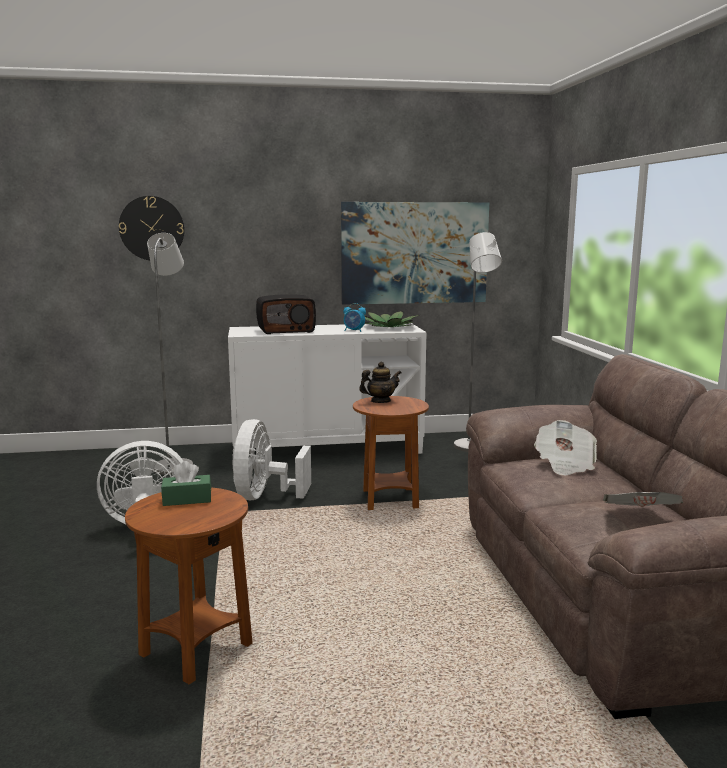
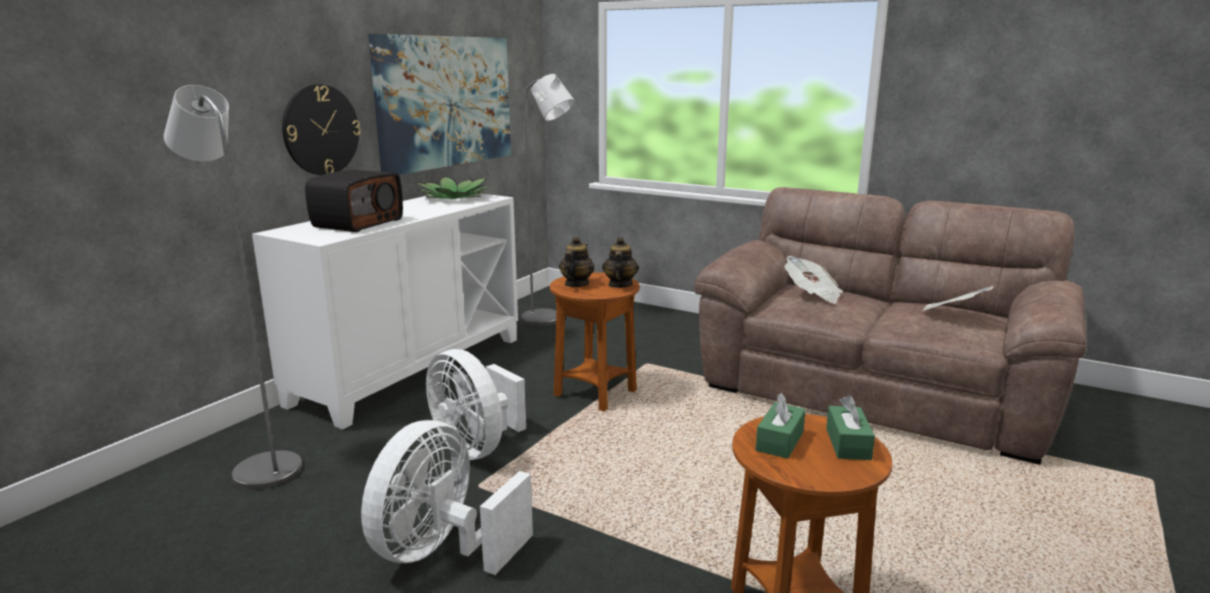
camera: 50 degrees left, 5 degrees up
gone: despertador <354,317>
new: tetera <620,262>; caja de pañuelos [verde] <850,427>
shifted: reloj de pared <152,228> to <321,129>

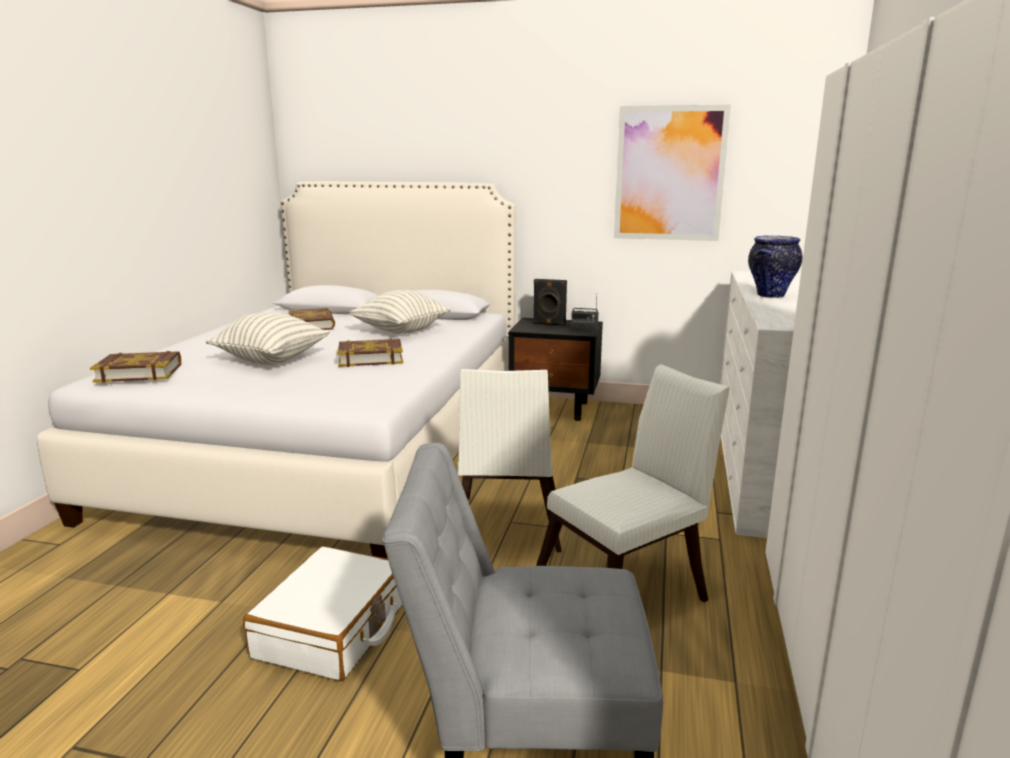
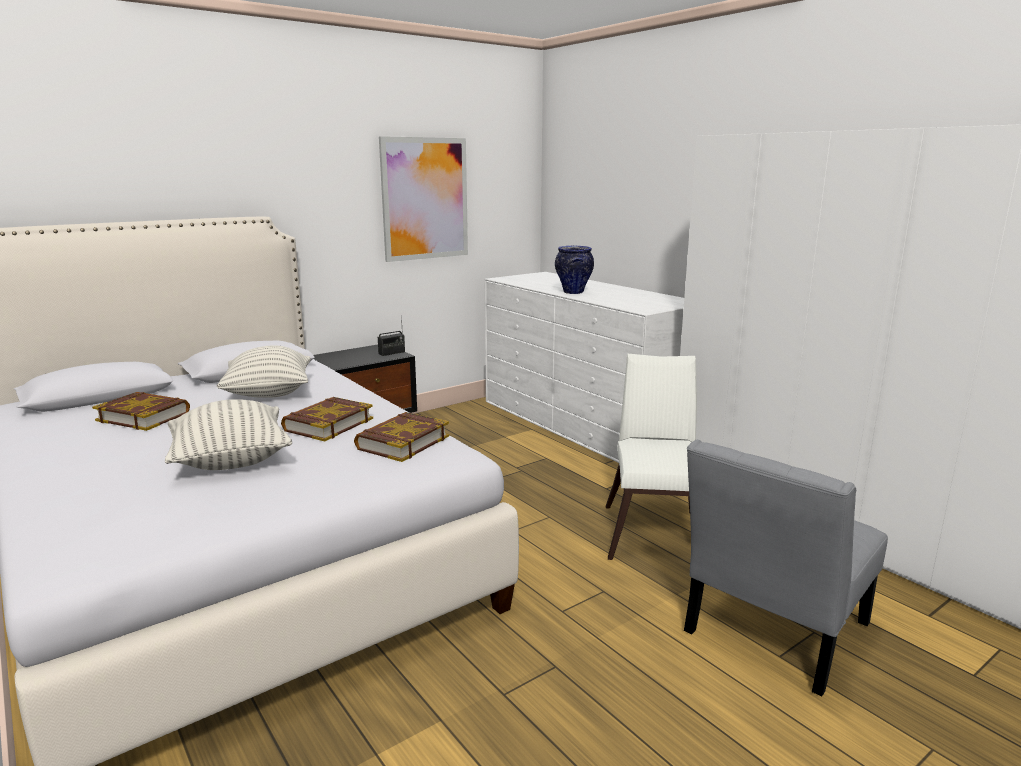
camera: 50 degrees left, 0 degrees up
gone: maleta [blanco] <323,613>; silla [blanco] <510,460>; altavoz [negro] <550,302>
shifted: libro <135,367> to <401,437>

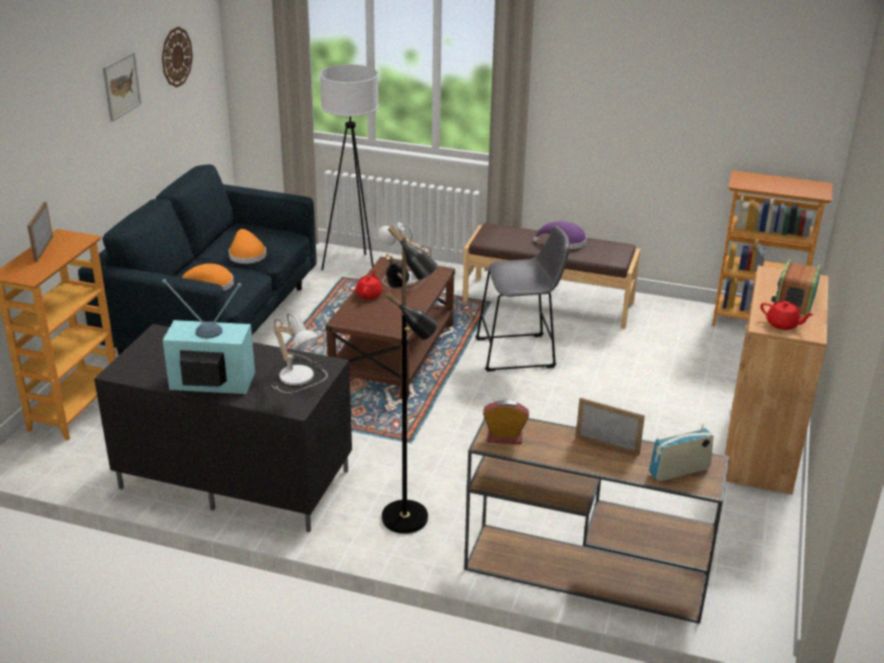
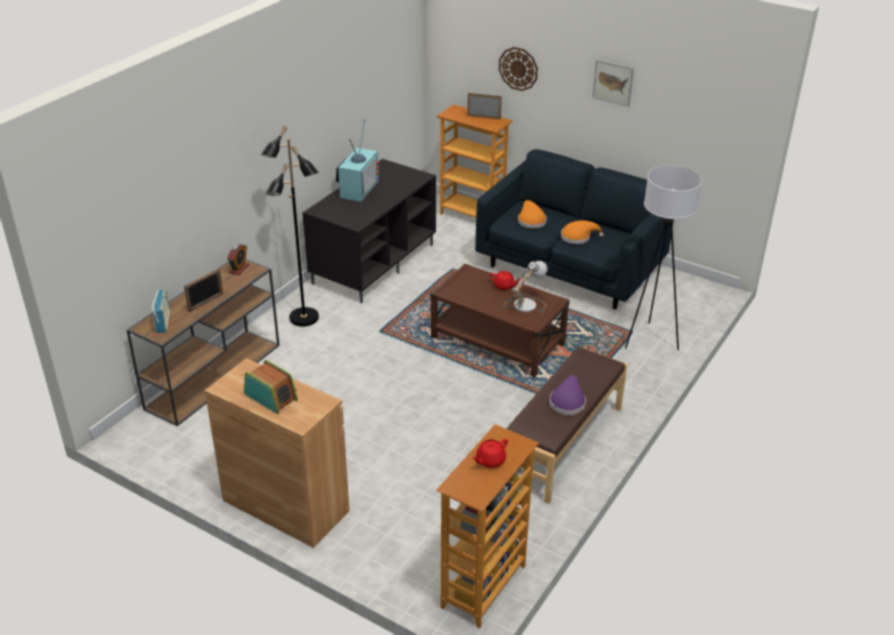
camera: 105 degrees right, 5 degrees up
gone: lámpara de mesa <299,353>; taburete [gris] <522,298>
shifted: reloj de pared <177,57> to <518,69>; tetera [rojo] <787,315> to <490,453>

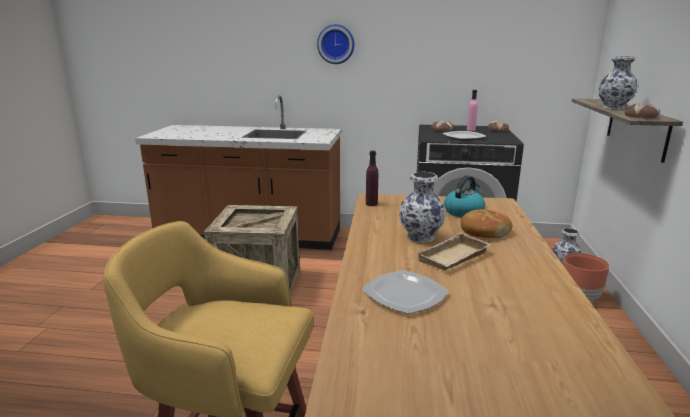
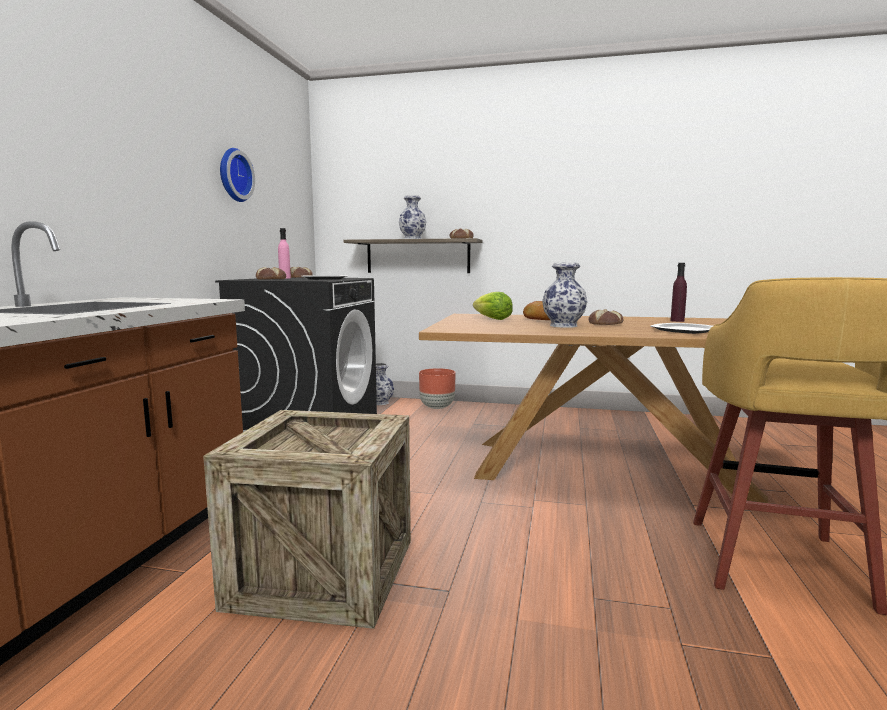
camera: 85 degrees left, 10 degrees down
shifted: reloj de pared <335,44> to <237,175>; botella [morado] <372,178> to <678,292>
swapped: bandeja [beis] <453,251> to pan <606,317>; hervidor <464,196> to lechuga <493,306>

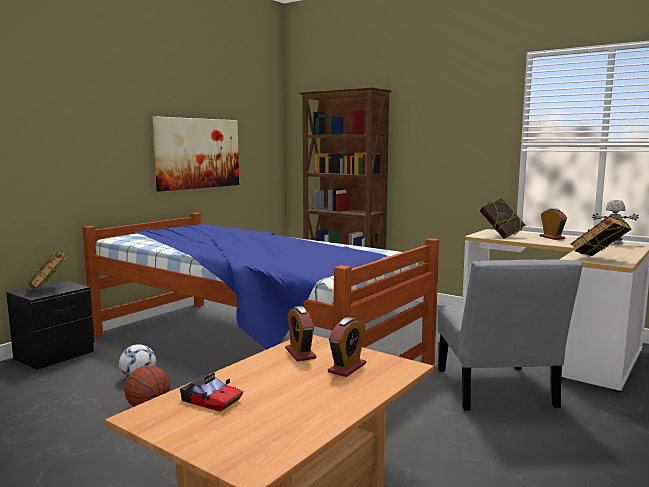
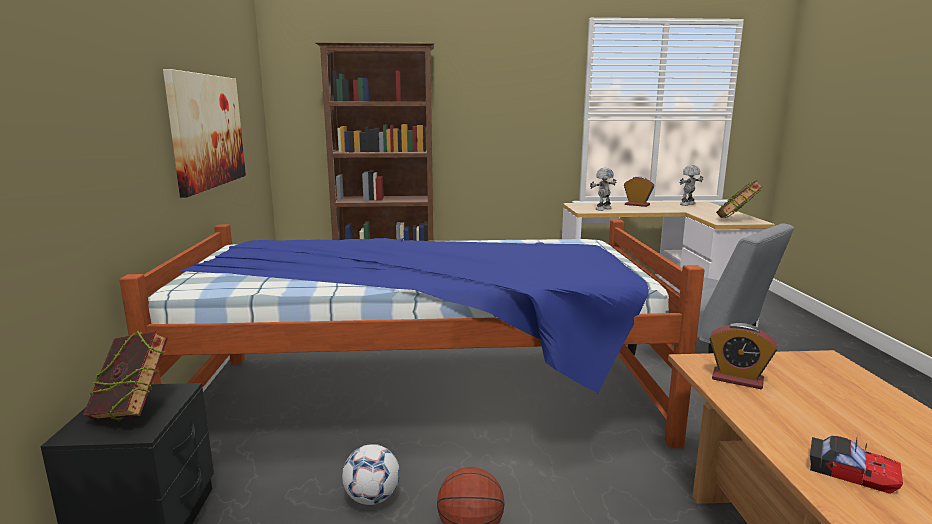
camera: 40 degrees left, 5 degrees up
gone: despertador <347,347>
swapped: libro <503,218> to robot de juguete <603,189>
rotated: coche de juguete <211,392> = <856,465> 45 degrees clockwise

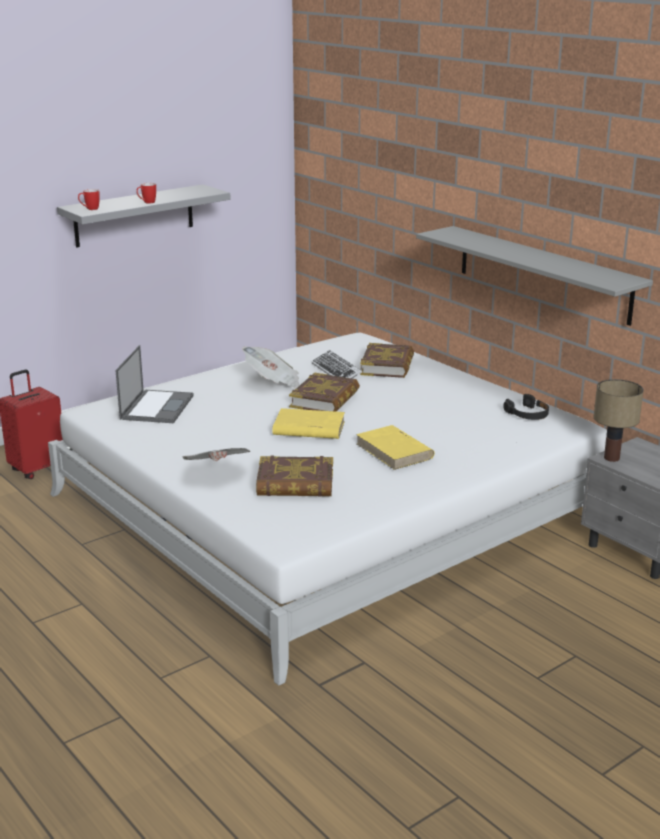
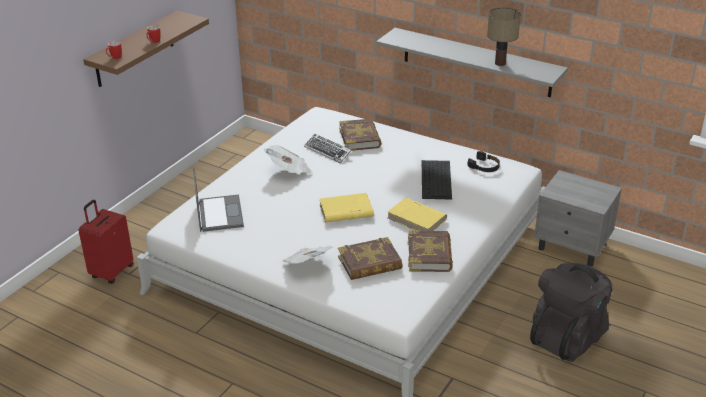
camera: 20 degrees left, 10 degrees up
new: teclado <437,180>; mochila [negro] <571,312>
shifted: libro <324,392> to <430,251>; lámpara de mesa <619,420> to <504,37>
repainted: estante [gris] <144,216> to estante [marrón] <146,49>

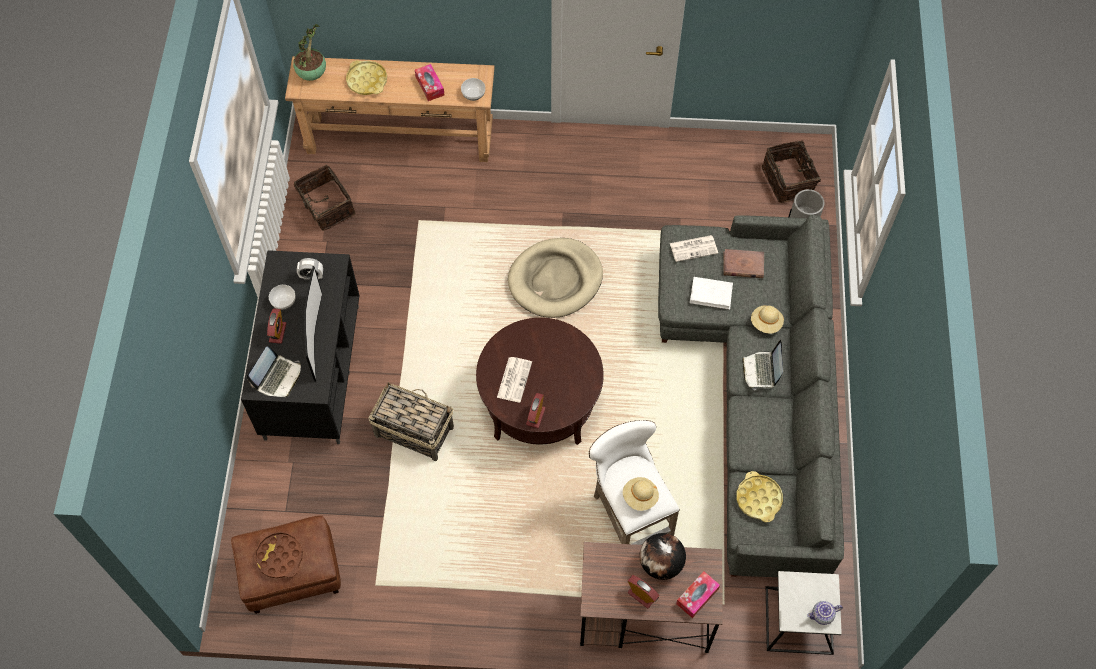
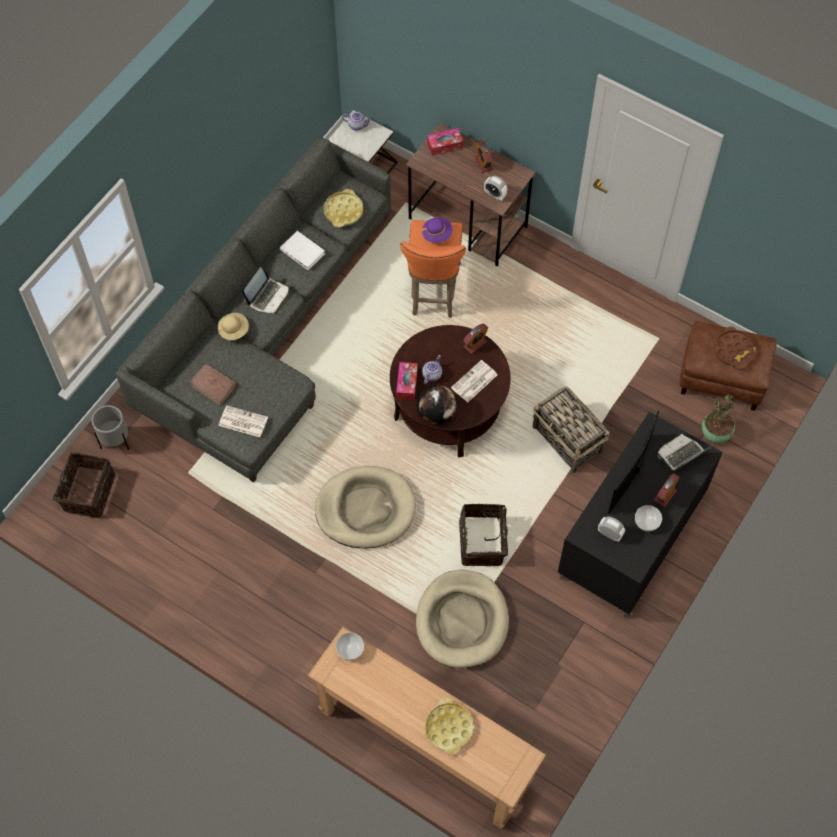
camera: 150 degrees left, 0 degrees up
new: cama para perro [beis] <462,619>; tetera <432,369>; despertador <495,188>
shifted: planta en maceta <309,52> to <718,418>; cesta <325,198> to <483,534>; caja de pañuelos <429,82> to <407,380>; globo terráqueo <663,556> to <436,404>; libro [blanco] <711,293> to <302,250>
repainted: taburete [blanco] <634,482> to taburete [naranja] <433,269>; sombrero [beis] <641,494> to sombrero [morado] <437,230>

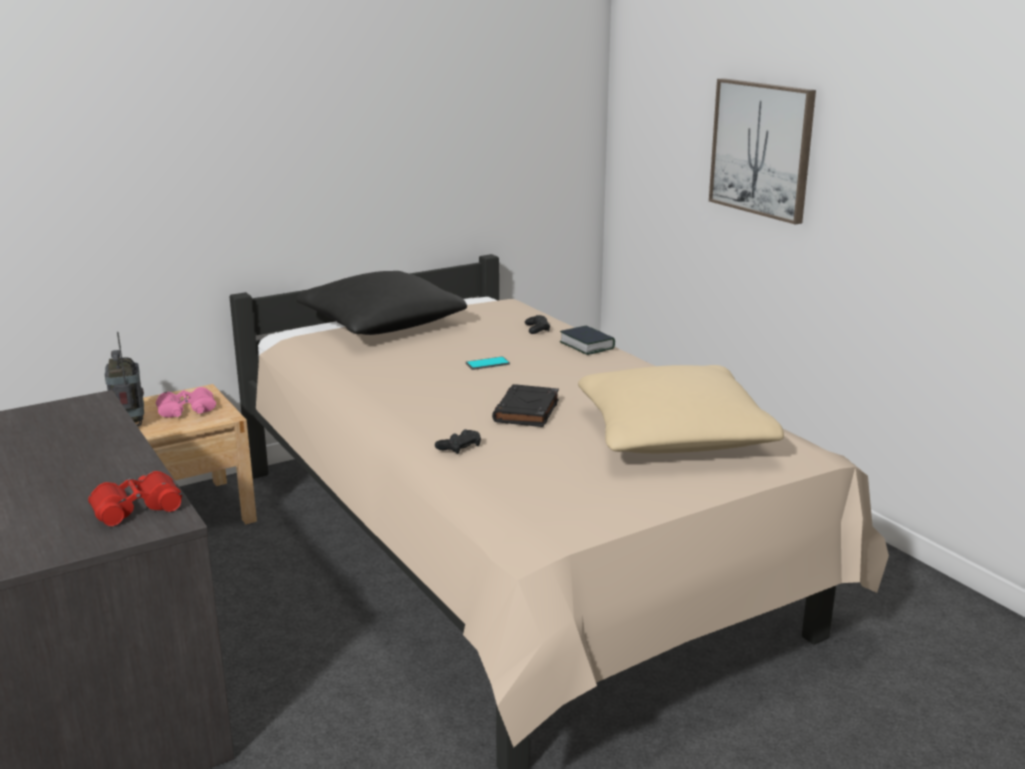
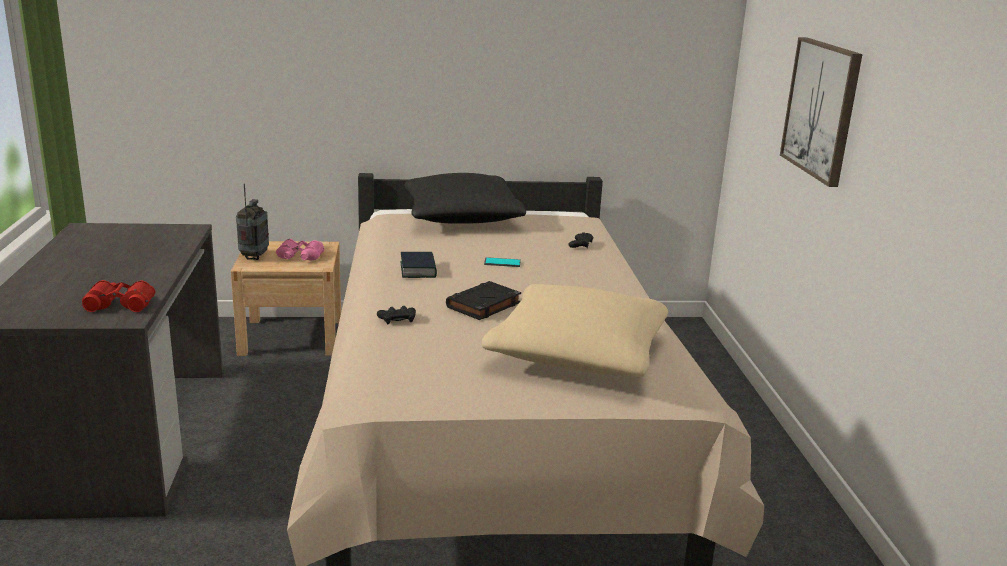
camera: 25 degrees right, 0 degrees up
shifted: libro <587,340> to <418,265>

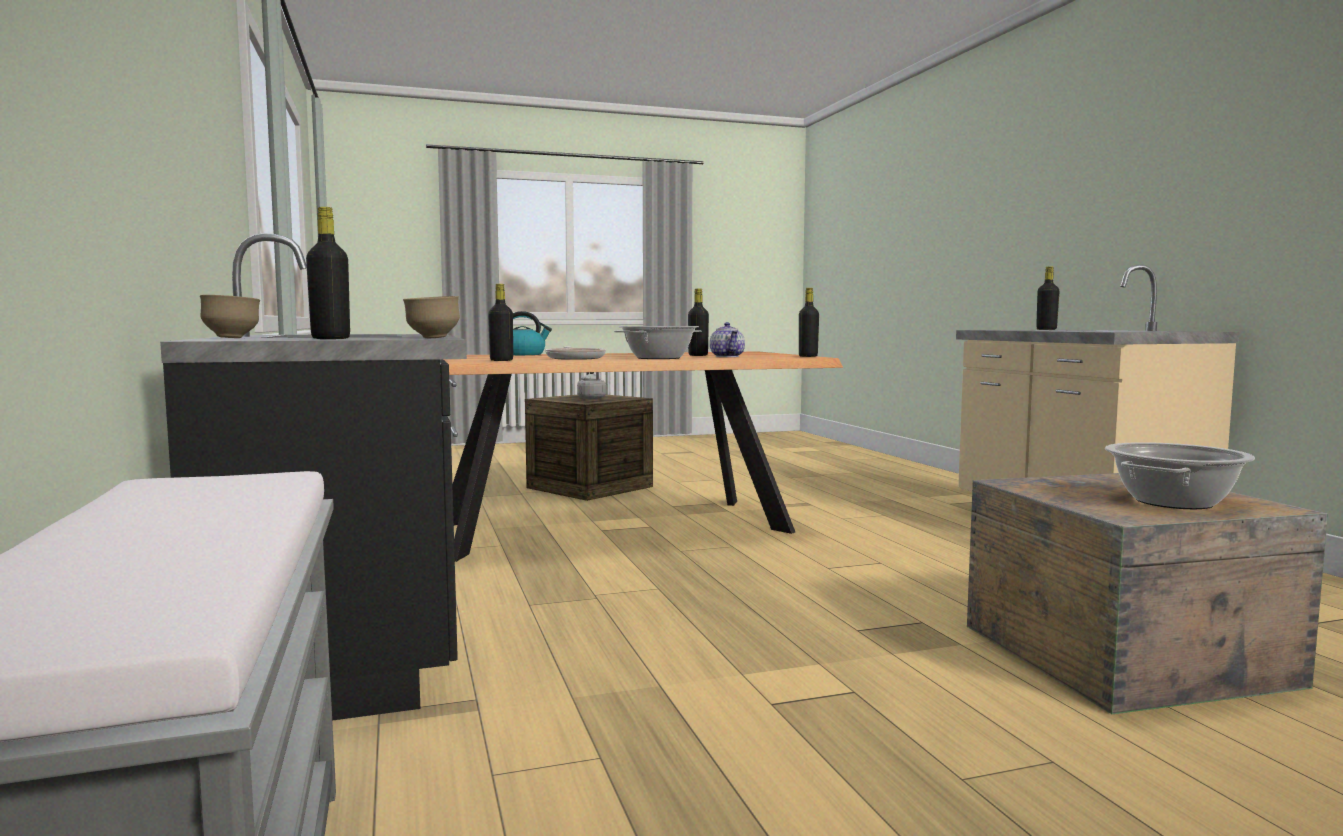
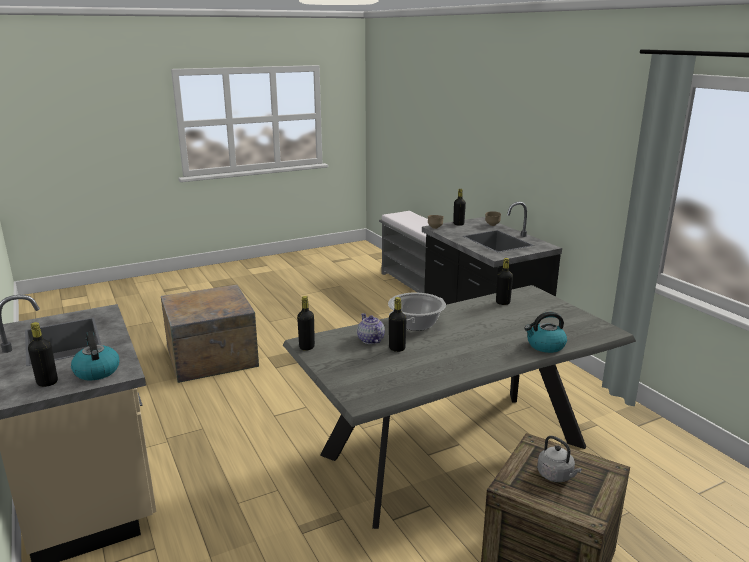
camera: 170 degrees right, 15 degrees up
gone: sartén <575,353>; olla <1180,475>
new: hervidor <95,356>
repainted: mesa de comedor [marrón] <643,456> to mesa de comedor [gris] <459,407>

